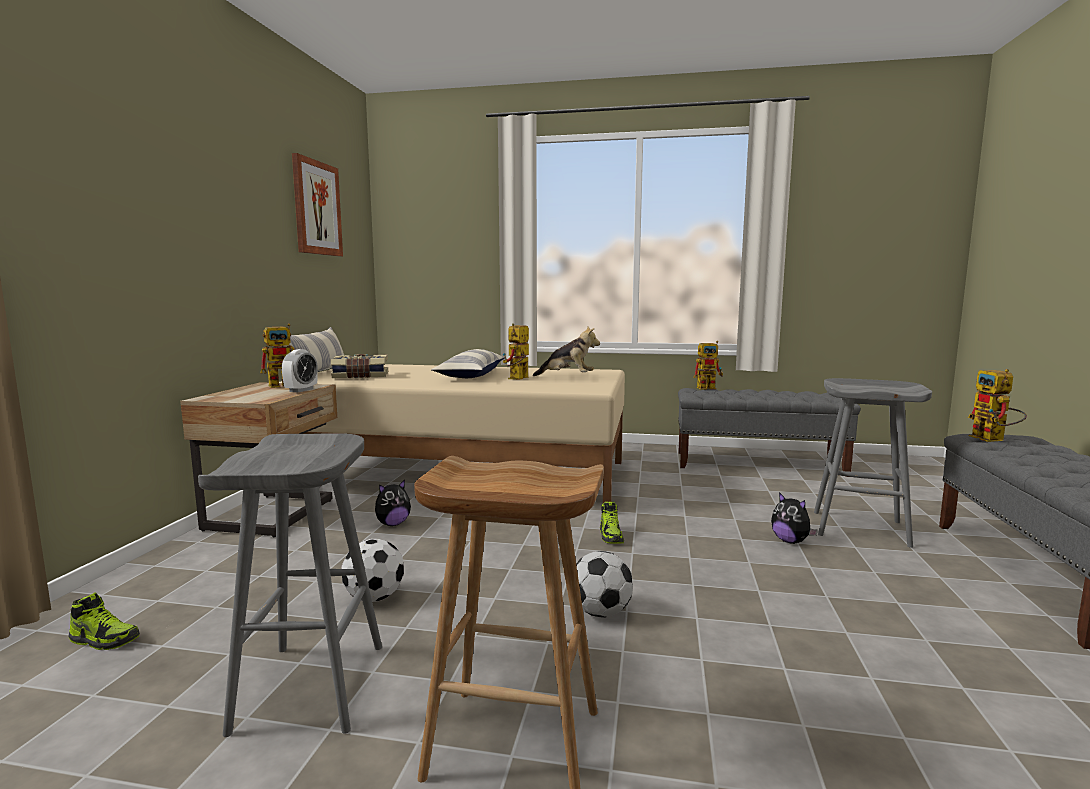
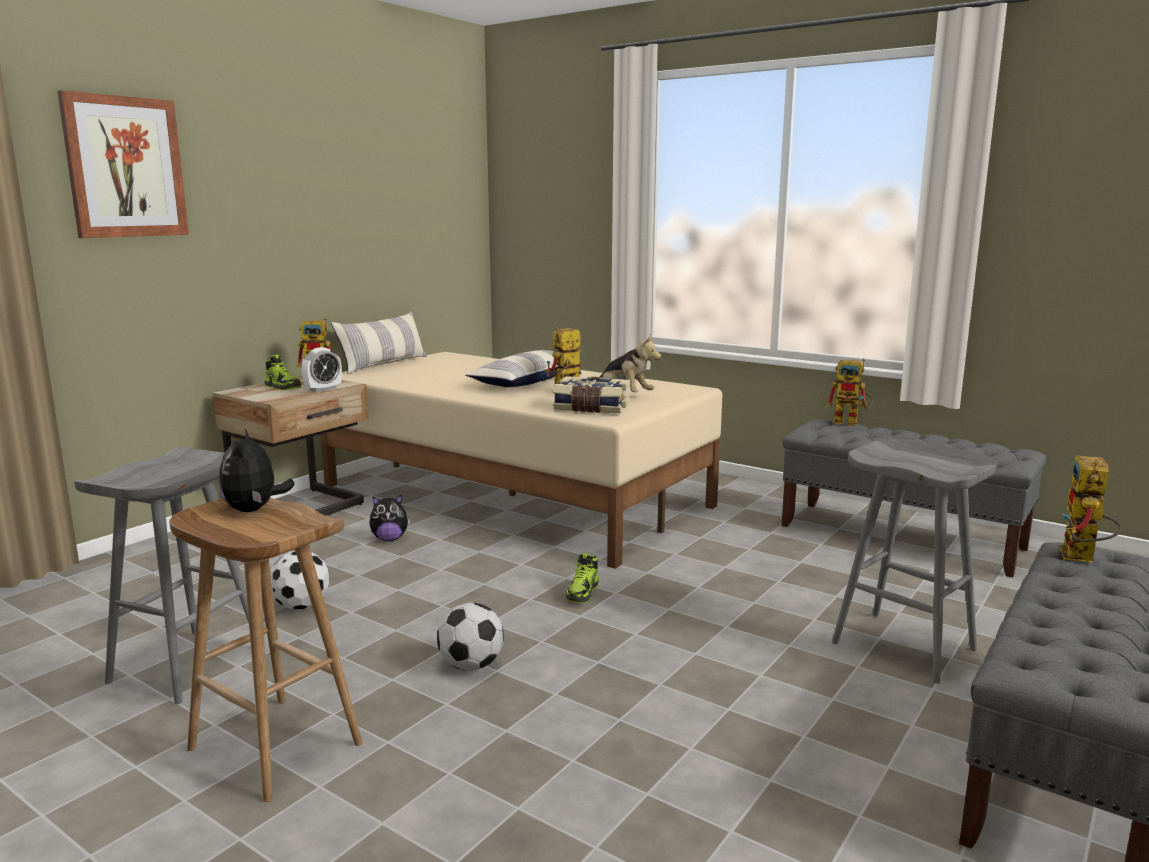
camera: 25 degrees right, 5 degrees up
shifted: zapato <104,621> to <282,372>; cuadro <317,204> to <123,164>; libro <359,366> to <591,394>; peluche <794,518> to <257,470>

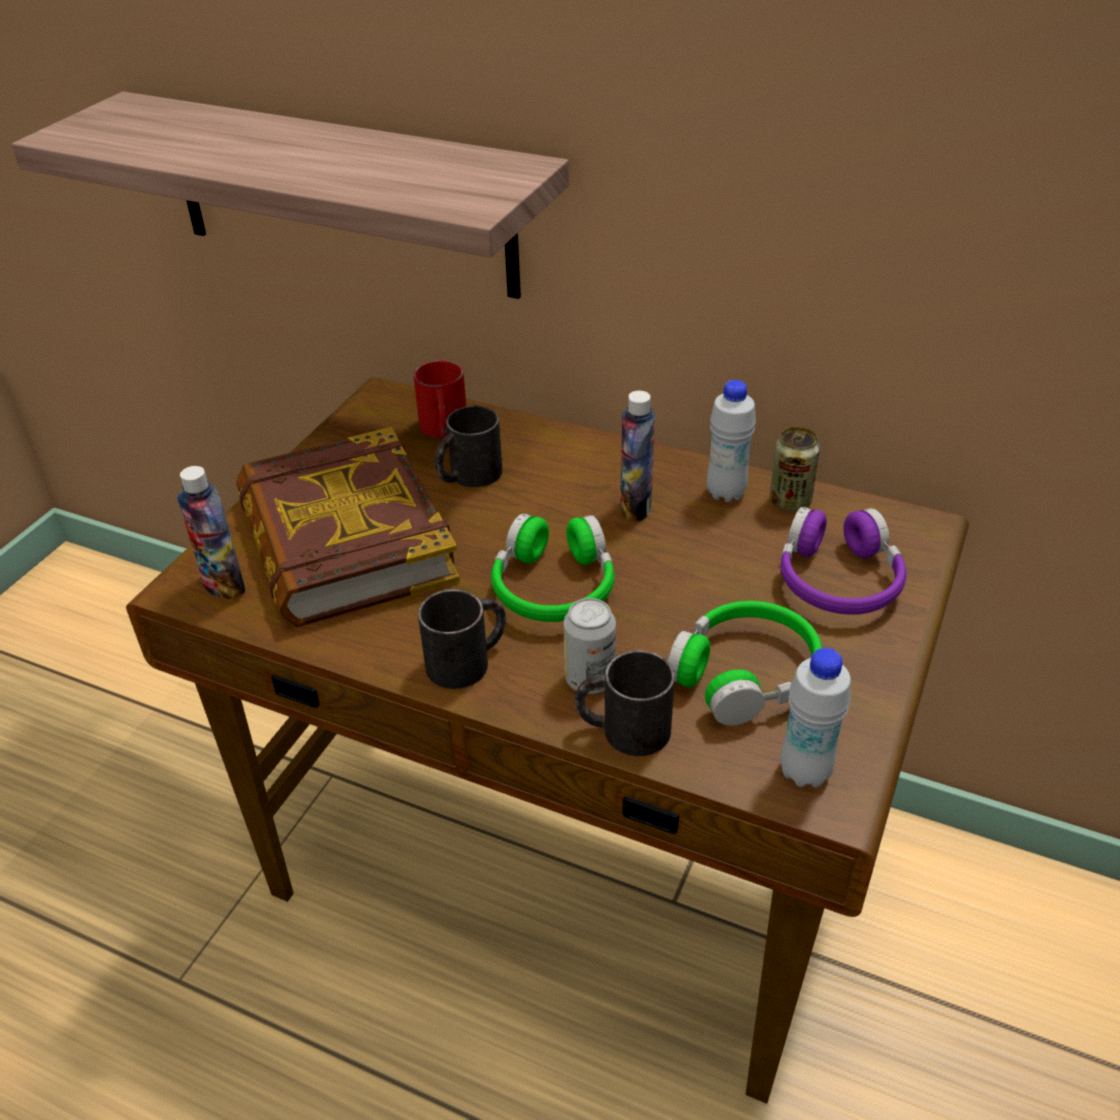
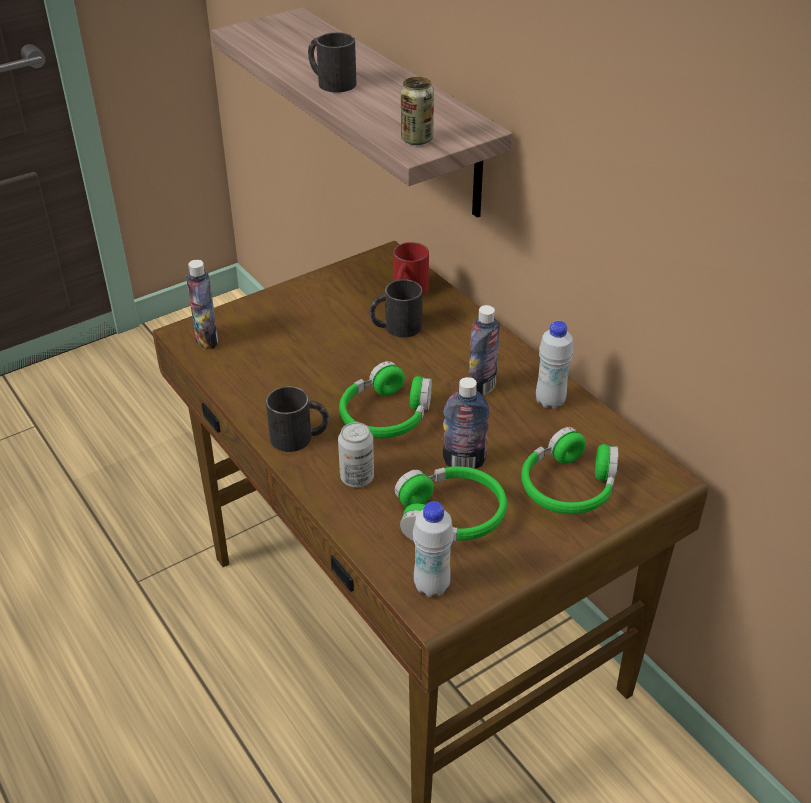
camera: 30 degrees right, 0 degrees up
gone: libro <348,527>
new: botella <466,423>
shifted: taza grande [negro] <625,703> to <332,62>; lata <795,469> to <417,111>
repainted: auriculares [morado] <843,561> to auriculares [verde] <570,470>

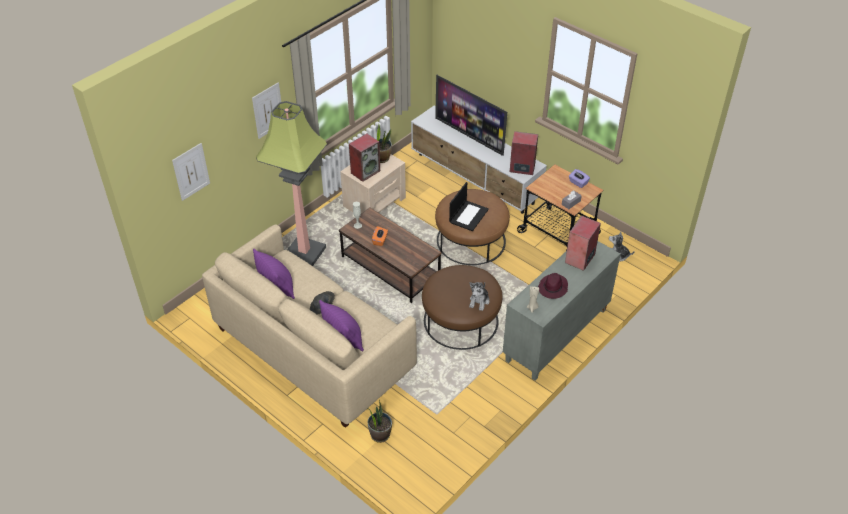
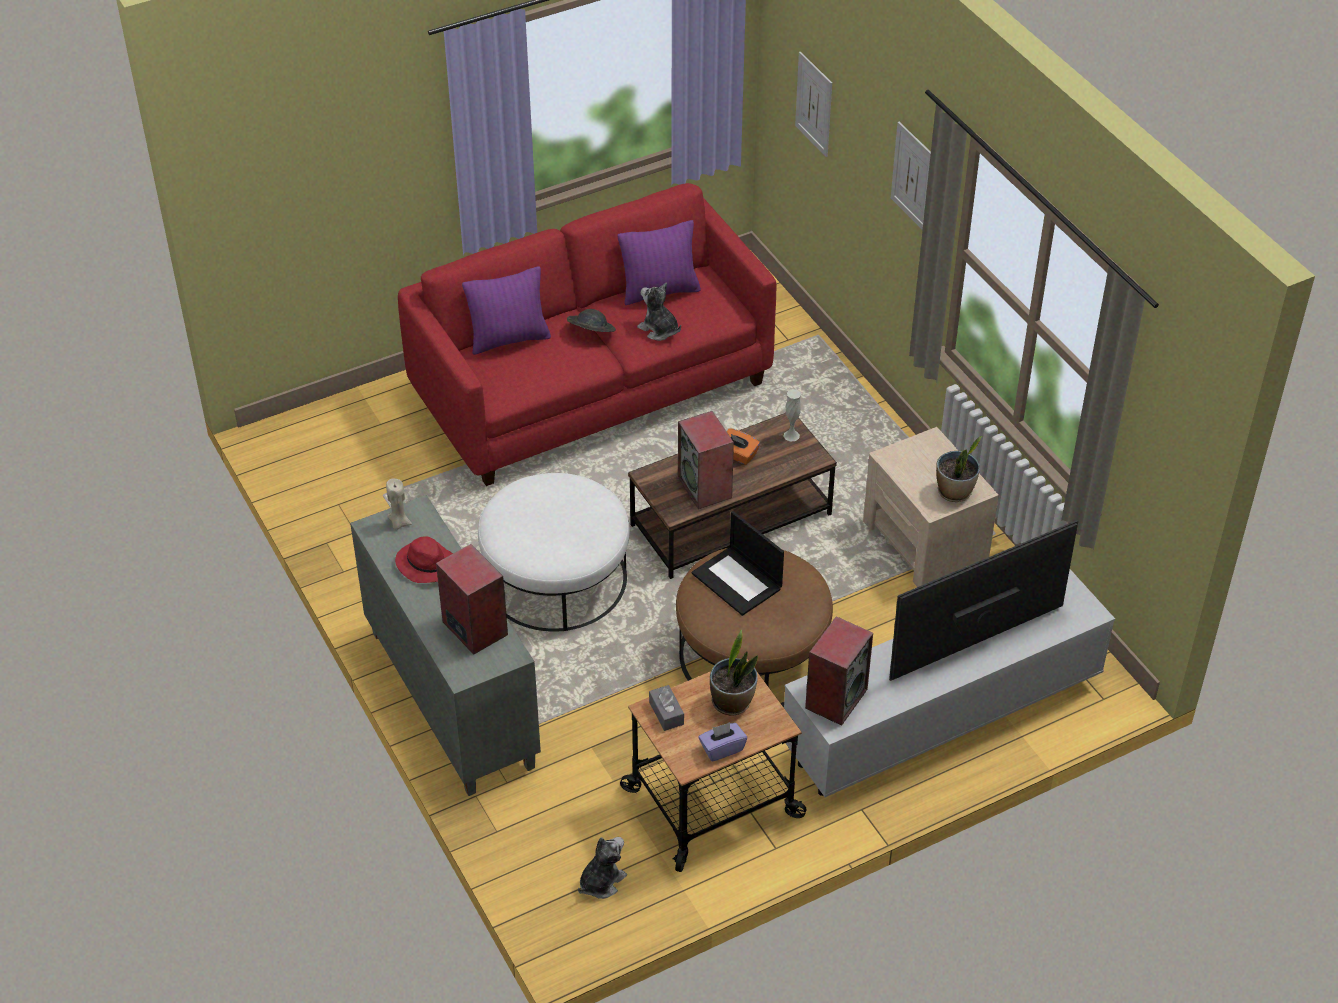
camera: 110 degrees right, 0 degrees up
gone: lámpara de pie <291,183>
shifted: altavoz <364,157> to <706,460>; planta en maceta <380,421> to <734,672>; peluche <479,296> to <659,311>
repainted: sofá [beis] <309,326> to sofá [rojo] <587,334>; puf [marrón] <462,307> to puf [blanco] <554,552>; sombrero [morado] <553,286> to sombrero [rojo] <424,559>

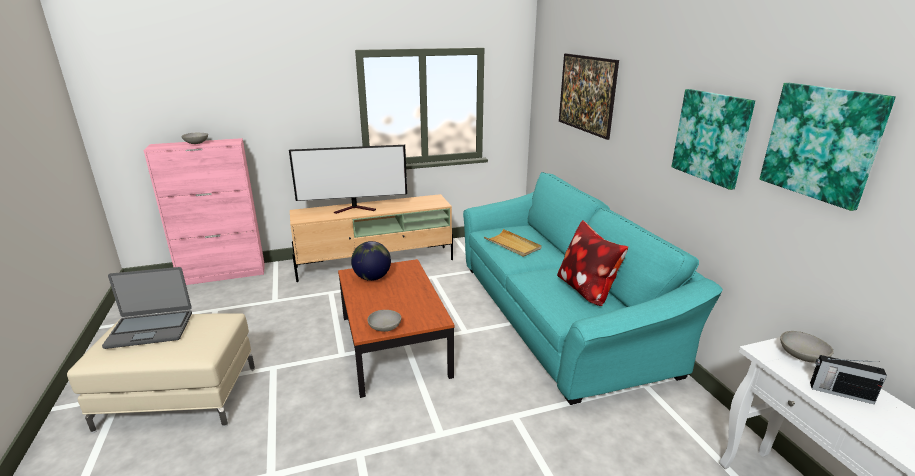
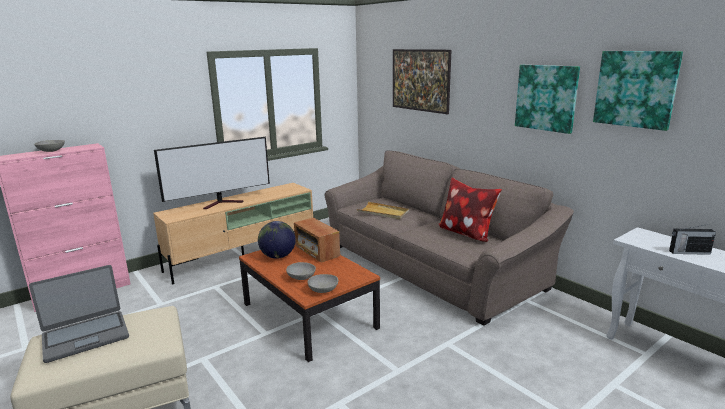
camera: 20 degrees left, 5 degrees down
new: radio <317,240>
shifted: cuenco [gris] <807,347> to <301,271>
repainted: sofá [turquesa] <593,288> to sofá [marrón] <449,238>

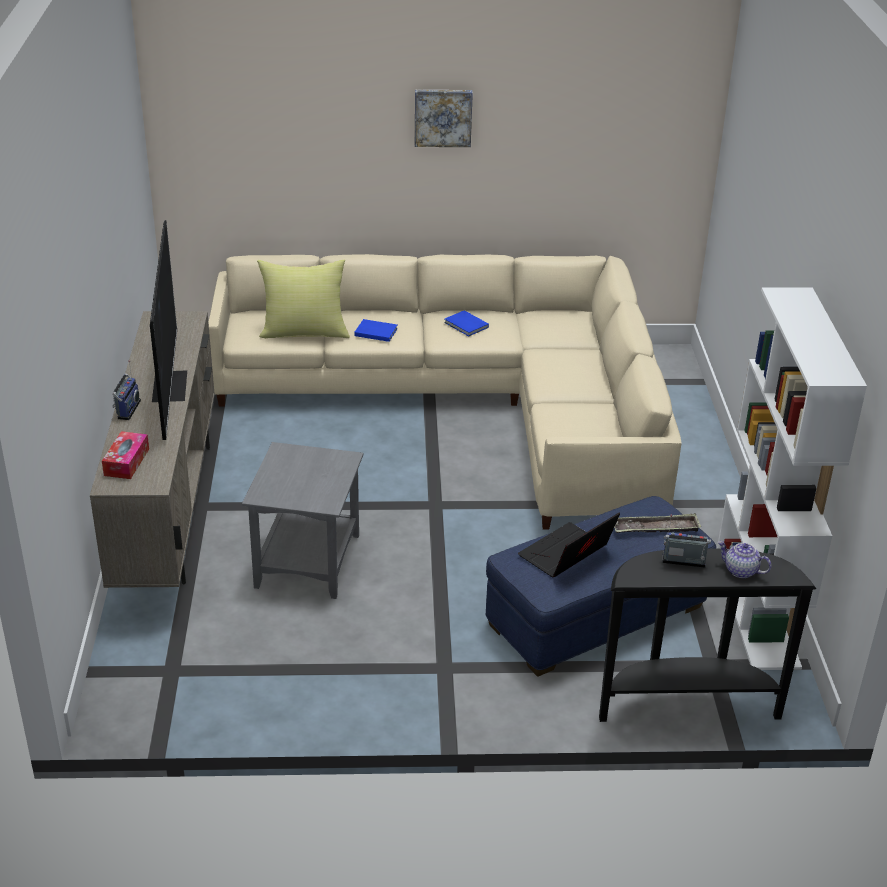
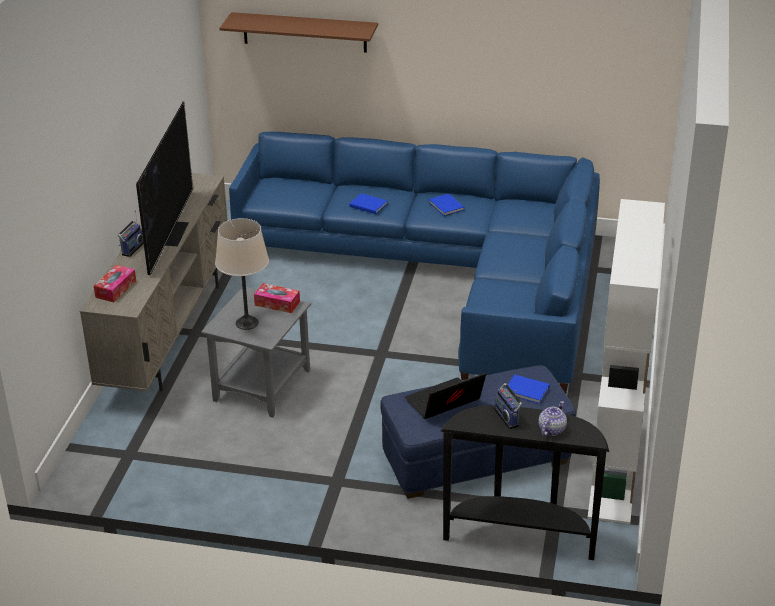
camera: 15 degrees right, 0 degrees up
gone: cojín [amarillo] <303,299>; cuadro <444,118>
new: lámpara de mesa [beis] <242,274>; estante [marrón] <298,32>; caja de pañuelos <277,298>
swapped: bandeja <657,523> to libro [azul] <527,389>
repainted: sofá [beis] <445,392> to sofá [azul] <414,262>
rotated: radio <686,541> = <508,406> 135 degrees counterclockwise; tetera <744,559> = <552,418> 75 degrees clockwise

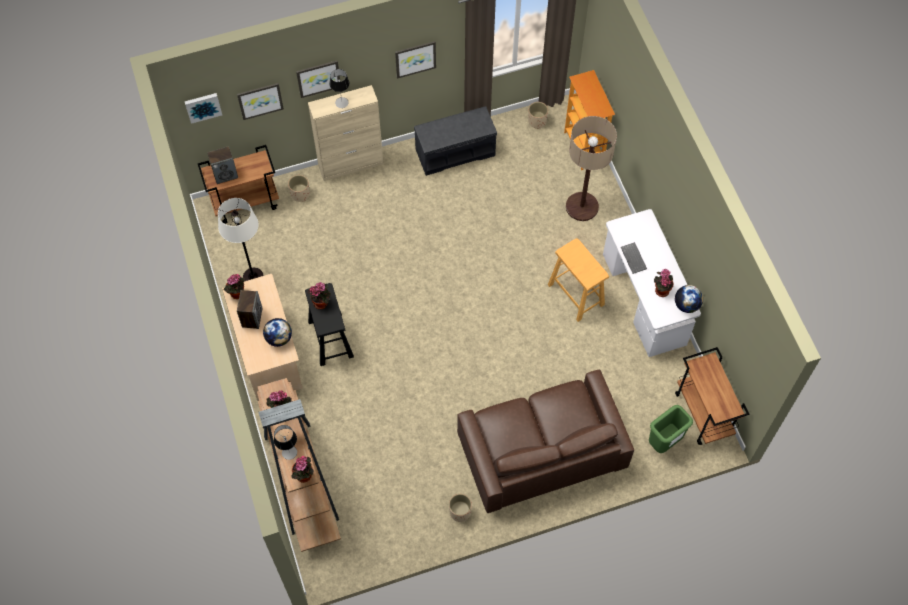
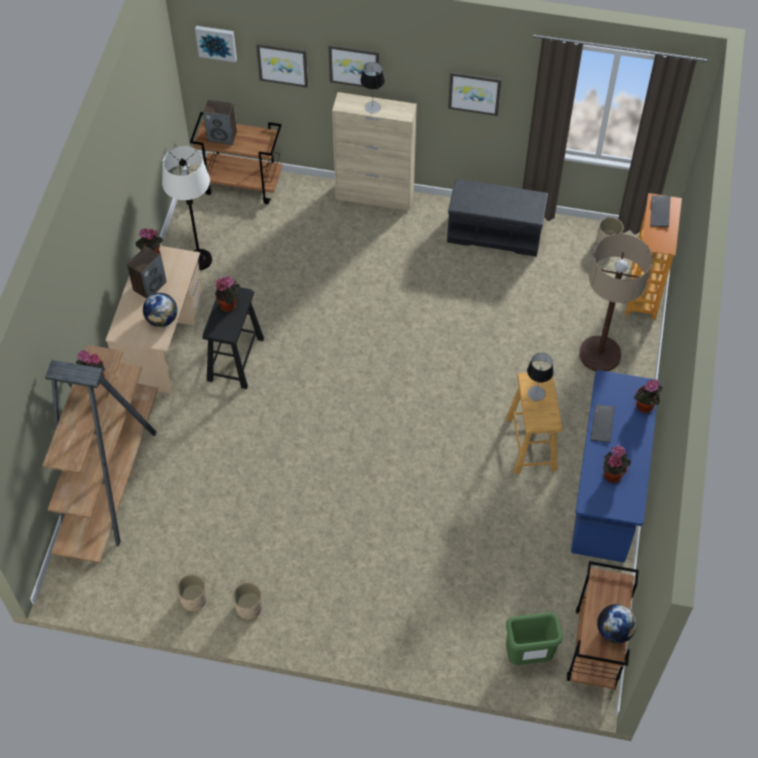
camera: 30 degrees right, 5 degrees down
gone: sofá [marrón] <545,441>
new: teclado <660,211>
shifted: lámpara de mesa <285,442> to <540,377>; maceta [beis] <299,188> to <191,593>; planta en maceta <303,469> to <648,396>; globo terráqueo <689,299> to <617,624>
repainted: escritorio [blanco] <652,283> to escritorio [azul] <615,466>

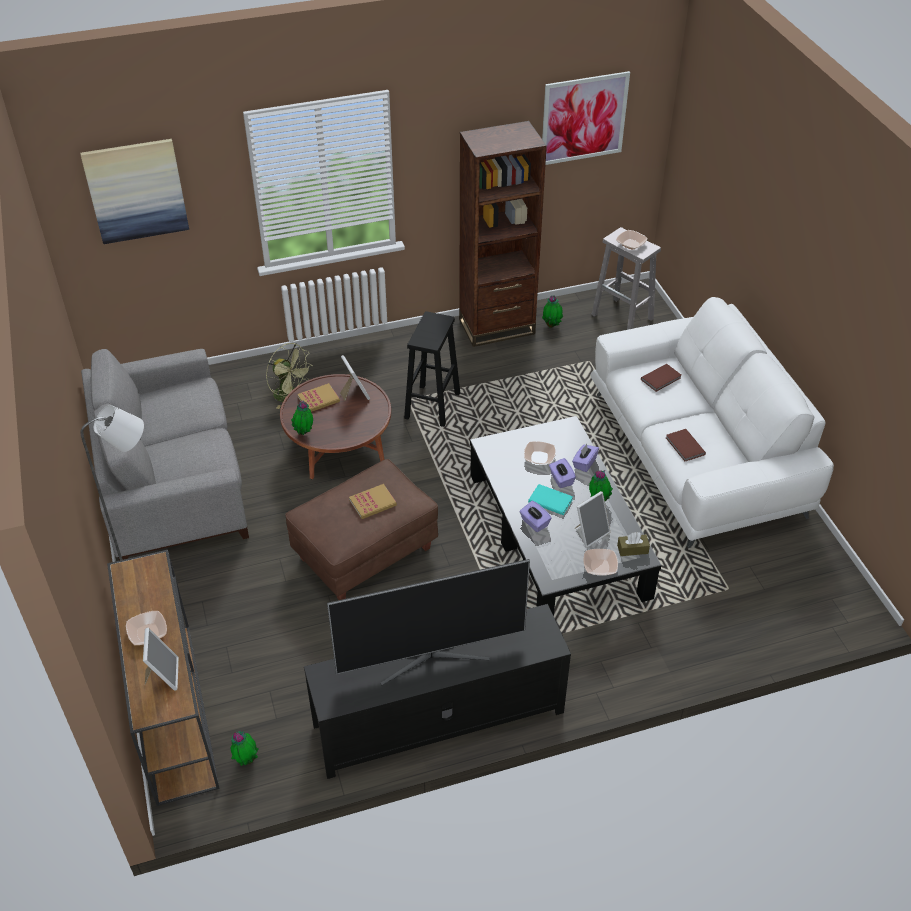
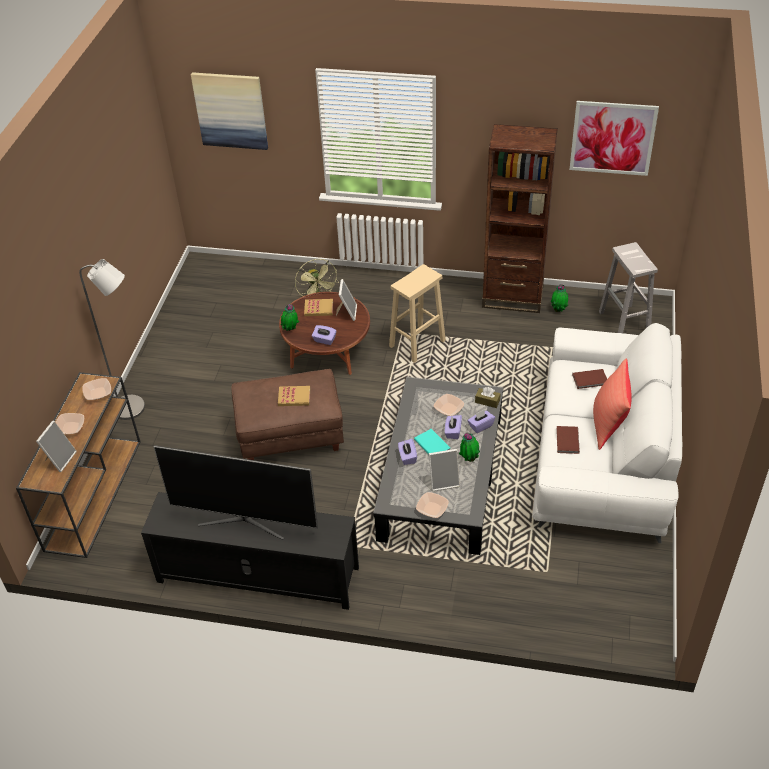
camera: 30 degrees right, 0 degrees up
gone: sofá [gris] <165,455>; planta en maceta <245,748>
new: caja de pañuelos [morado] <324,335>; cojín [rojo] <612,404>
shifted: cuenco <632,240> to <96,389>; caja de pañuelos [marrón] <633,544> to <488,397>
repainted: taburete [negro] <432,369> to taburete [beis] <417,313>

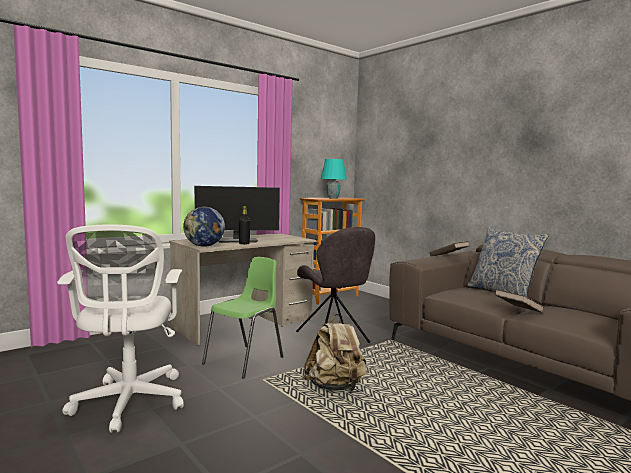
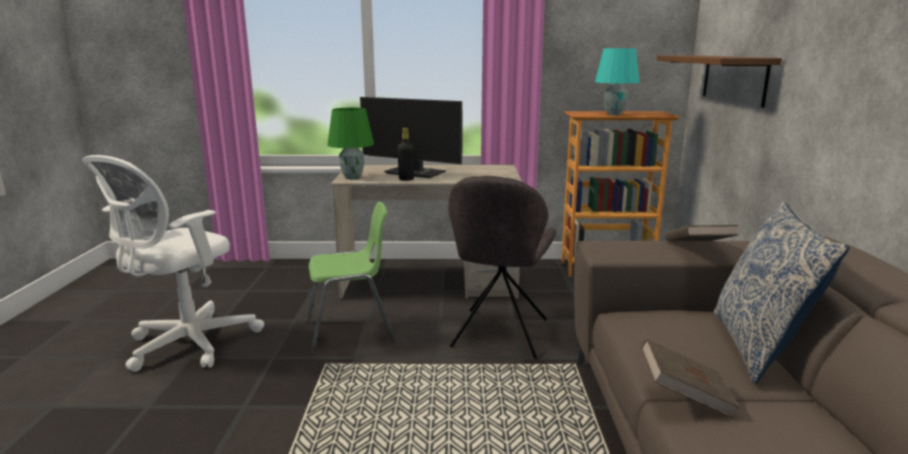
camera: 40 degrees right, 10 degrees up
gone: mochila [beis] <335,352>
new: estante [marrón] <719,82>
swapped: globo terráqueo <204,227> to lámpara de mesa [verde] <350,143>

